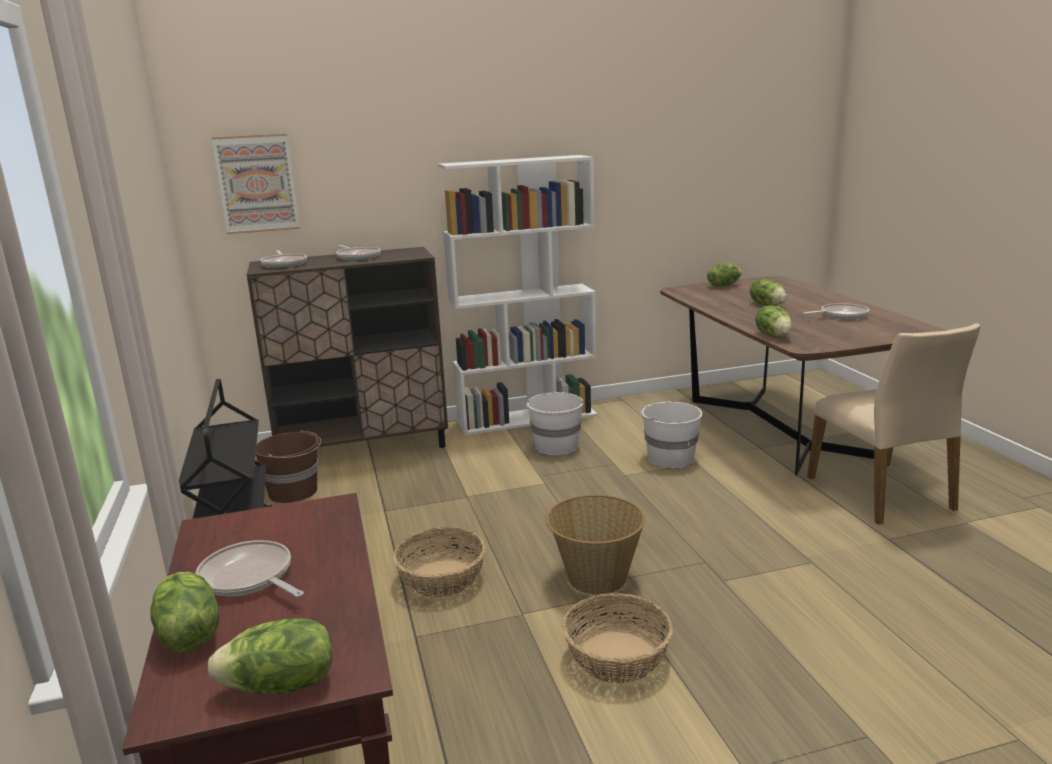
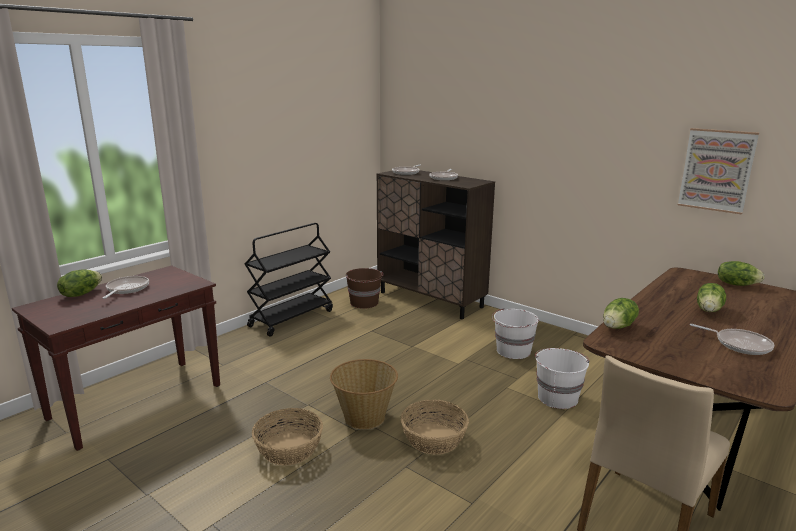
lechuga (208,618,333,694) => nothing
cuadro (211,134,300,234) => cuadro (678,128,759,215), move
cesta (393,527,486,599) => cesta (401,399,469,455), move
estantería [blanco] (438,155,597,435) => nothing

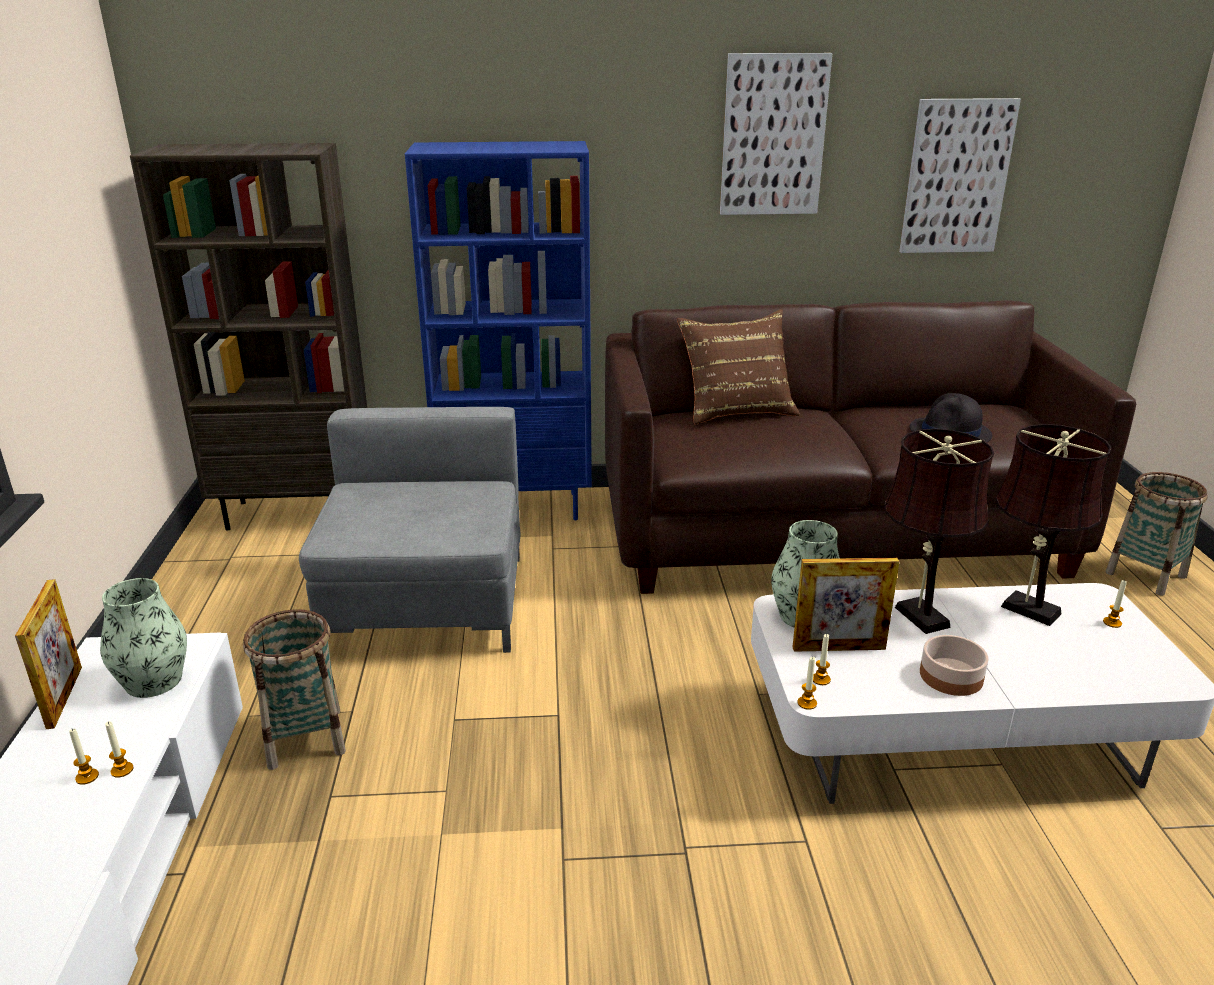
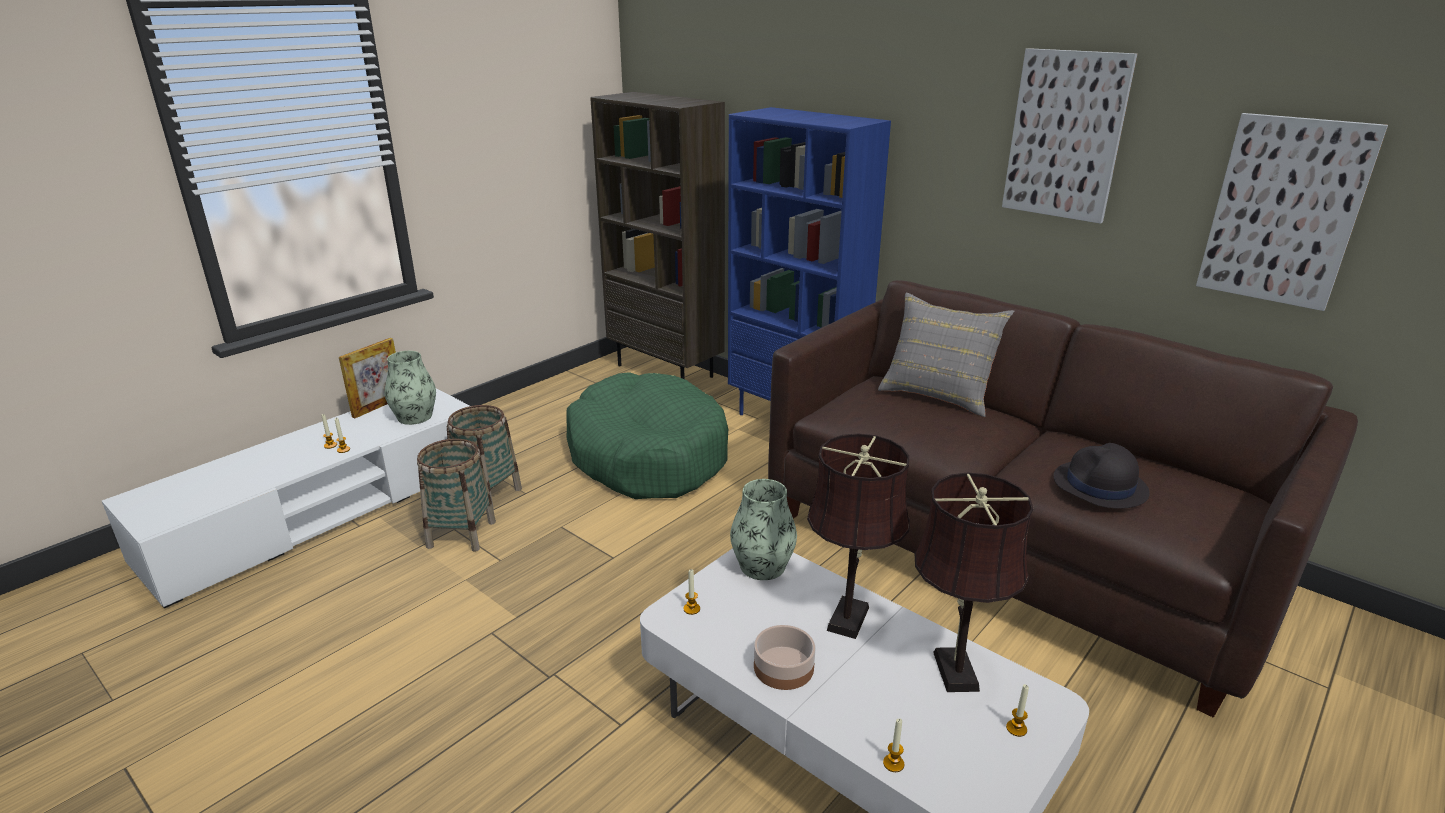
sillón [gris] (299,407,521,653) => cama para perro [verde] (567,372,728,499)
cojín [marrón] (677,309,800,425) => cojín [gris] (878,293,1014,417)
portarretratos (793,558,900,652) => nothing
vela (797,656,817,710) => vela (883,718,904,772), move
cesta (1105,472,1207,596) => cesta (417,439,496,552), move

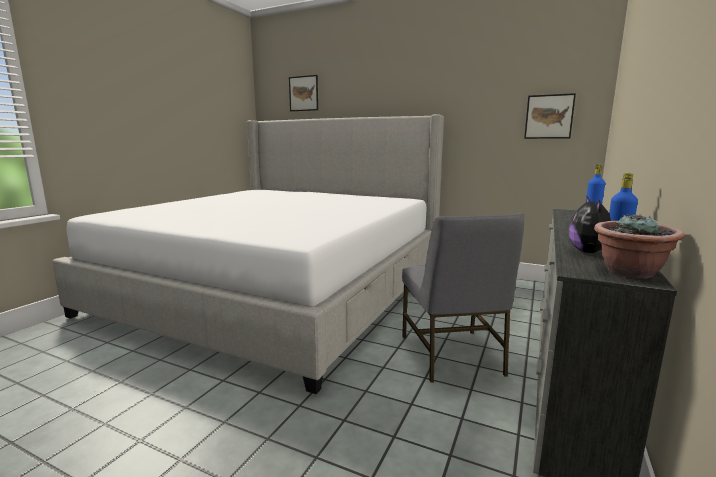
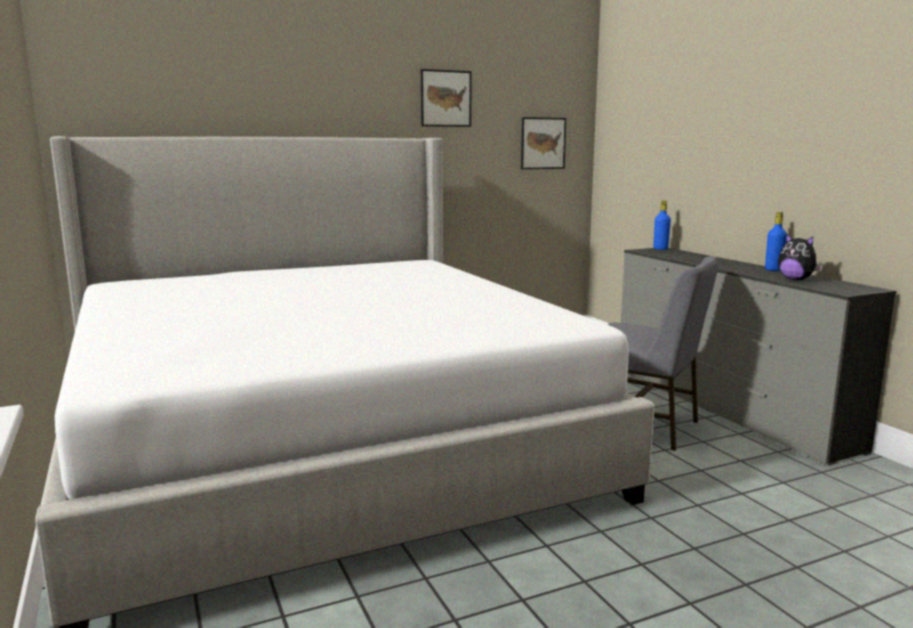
cuadro (289,75,318,111) => cuadro (421,69,471,127), move
planta en maceta (594,214,685,278) => nothing

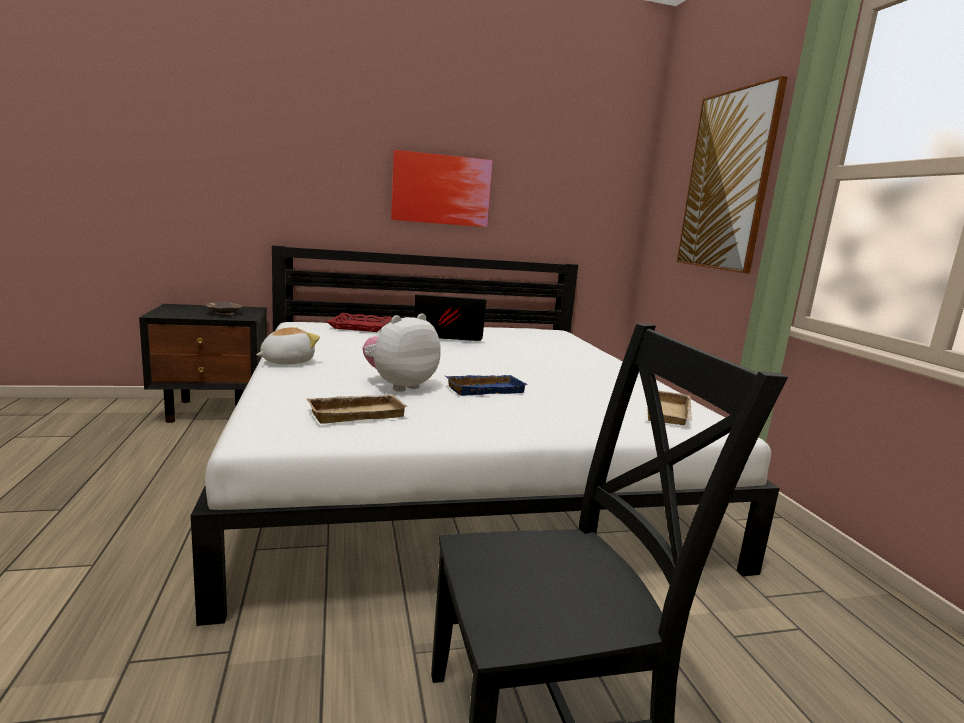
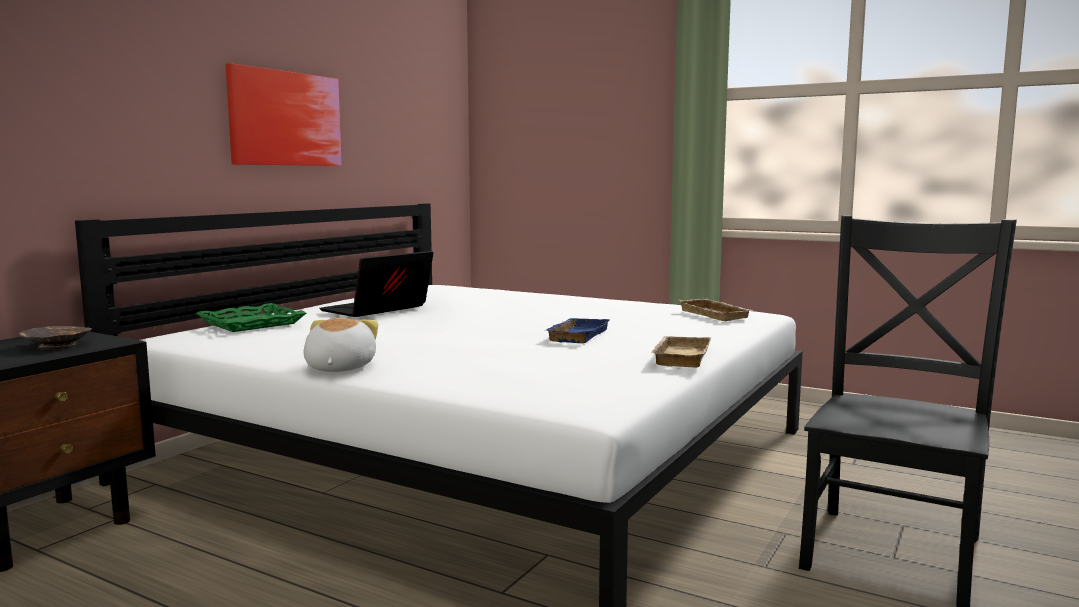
bandeja [beis] (306,394,407,424) => bandeja [beis] (651,336,711,367), move
bandeja [rojo] (327,313,392,332) => bandeja [verde] (196,303,306,332)
peluche (362,313,440,392) => nothing
cuadro (677,76,788,274) => nothing

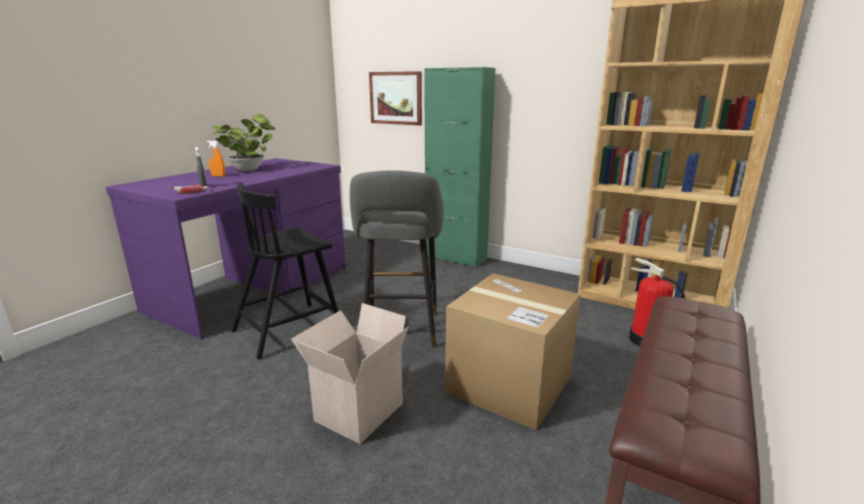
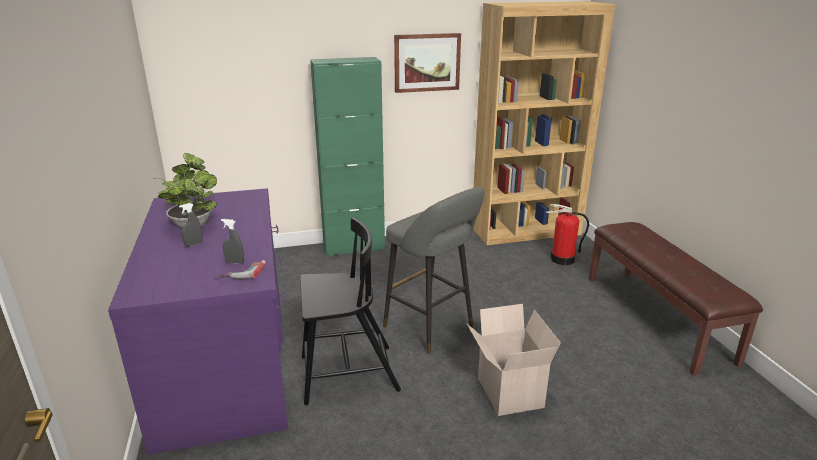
pulverizador [naranja] (207,141,225,177) => pulverizador [gris] (179,203,203,247)
silla [negro] (231,182,338,360) => silla [negro] (300,218,401,405), 105 degrees counterclockwise
cuadro (369,71,422,125) => cuadro (394,33,461,93), move
caja de cartón (445,273,581,430) => nothing

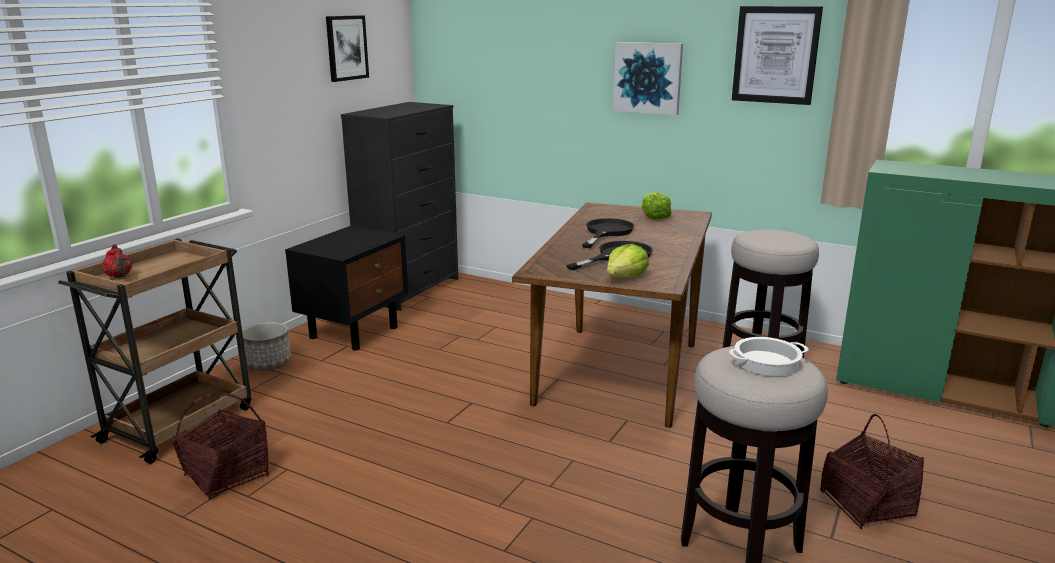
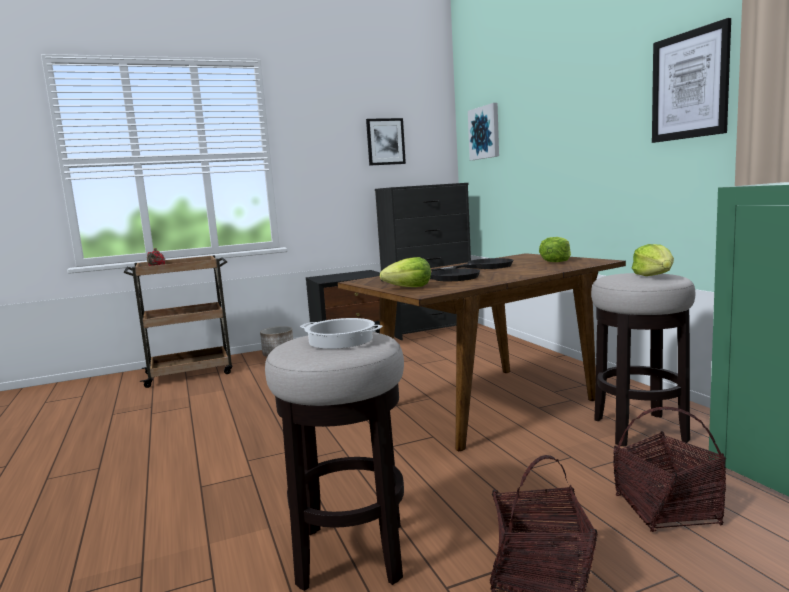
cesta (173,393,269,500) => cesta (613,407,726,532), move
cuadro (613,42,683,115) => cuadro (468,103,499,160), move
nothing => lechuga (632,244,674,276)

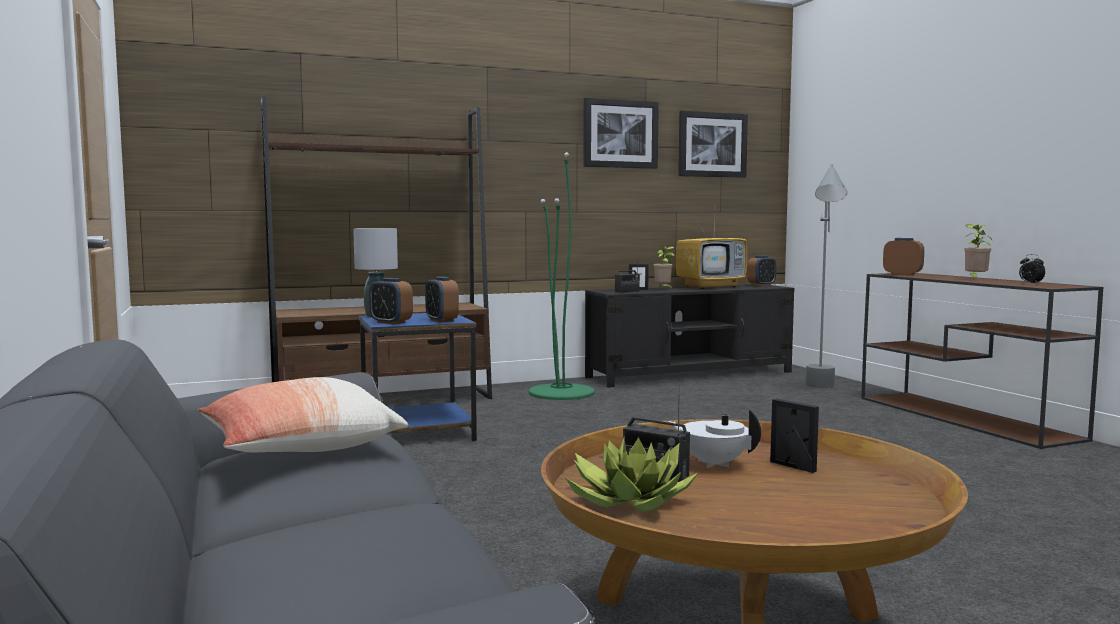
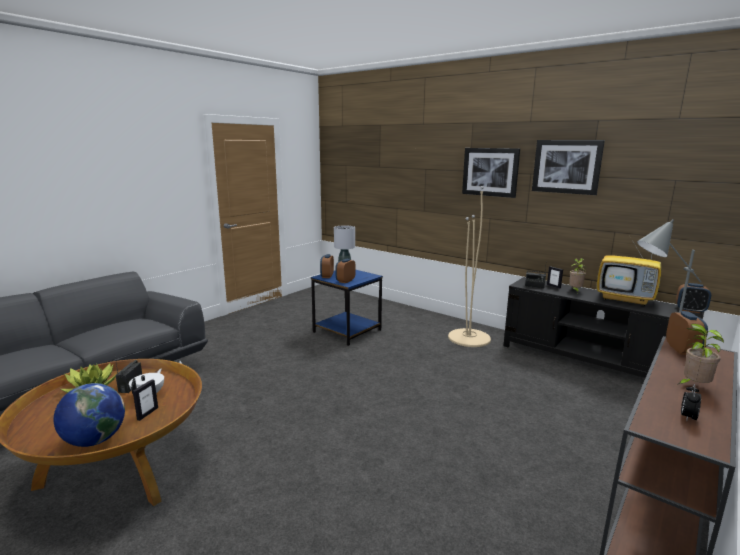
cojín (198,377,408,452) => nothing
estantería [marrón] (261,96,492,399) => nothing
lámpara de pie [verde] (529,152,595,400) => lámpara de pie [beis] (448,186,491,347)
cuadro (678,110,748,178) => cuadro (462,148,520,198), move
nothing => globo terráqueo (54,383,125,447)

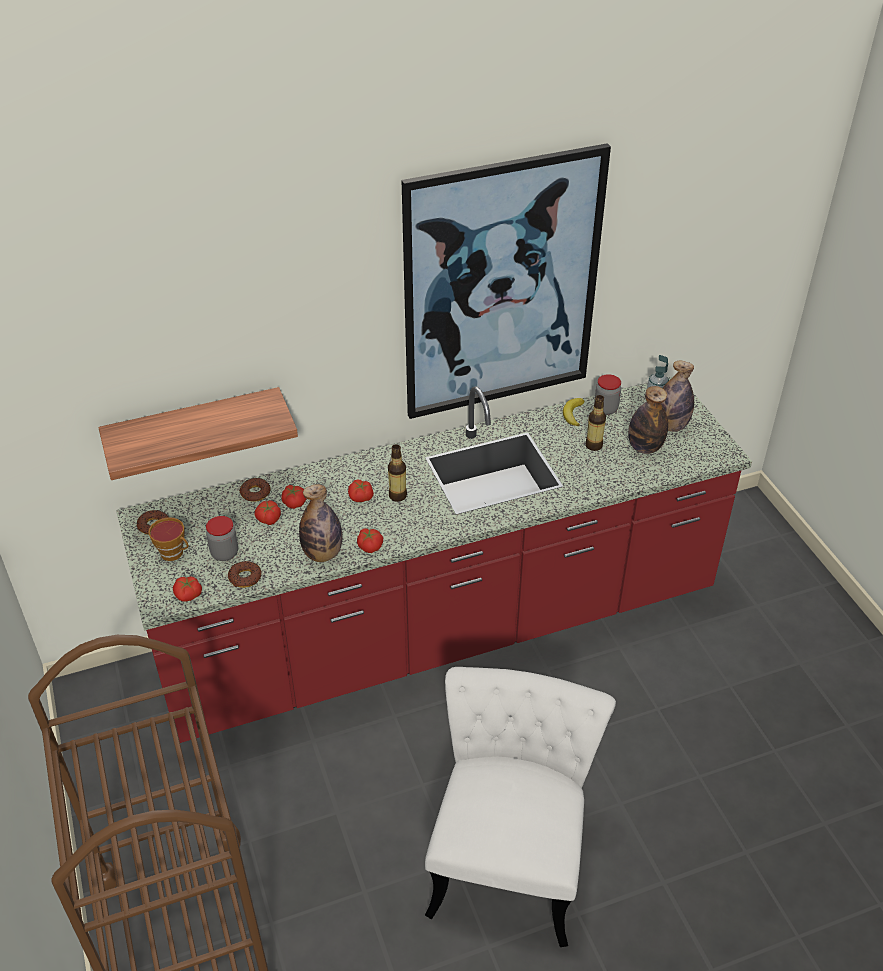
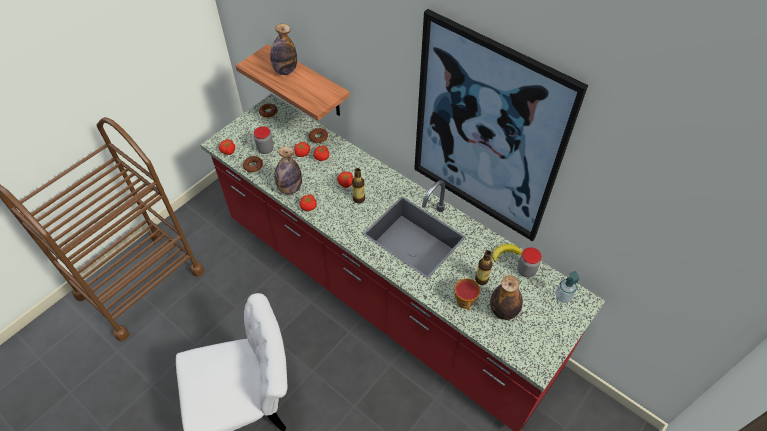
taza (148,517,189,561) => taza (454,278,480,310), move
botella (661,361,694,432) => botella (270,24,297,75), move

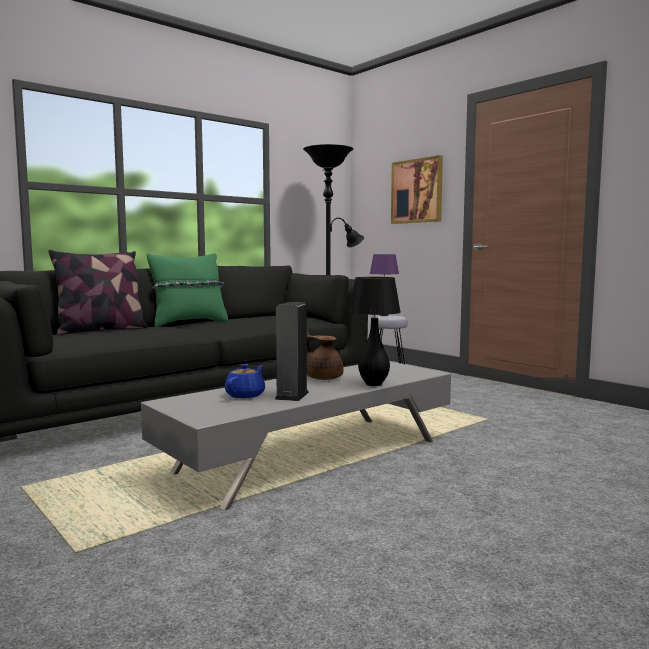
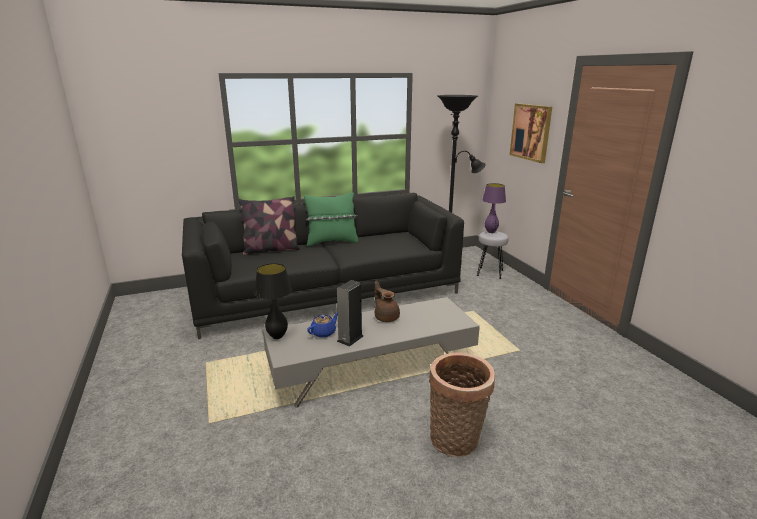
lámpara de mesa [negro] (349,277,401,386) => lámpara de mesa [negro] (254,263,292,339), move
nothing => cesta (429,352,495,457)

